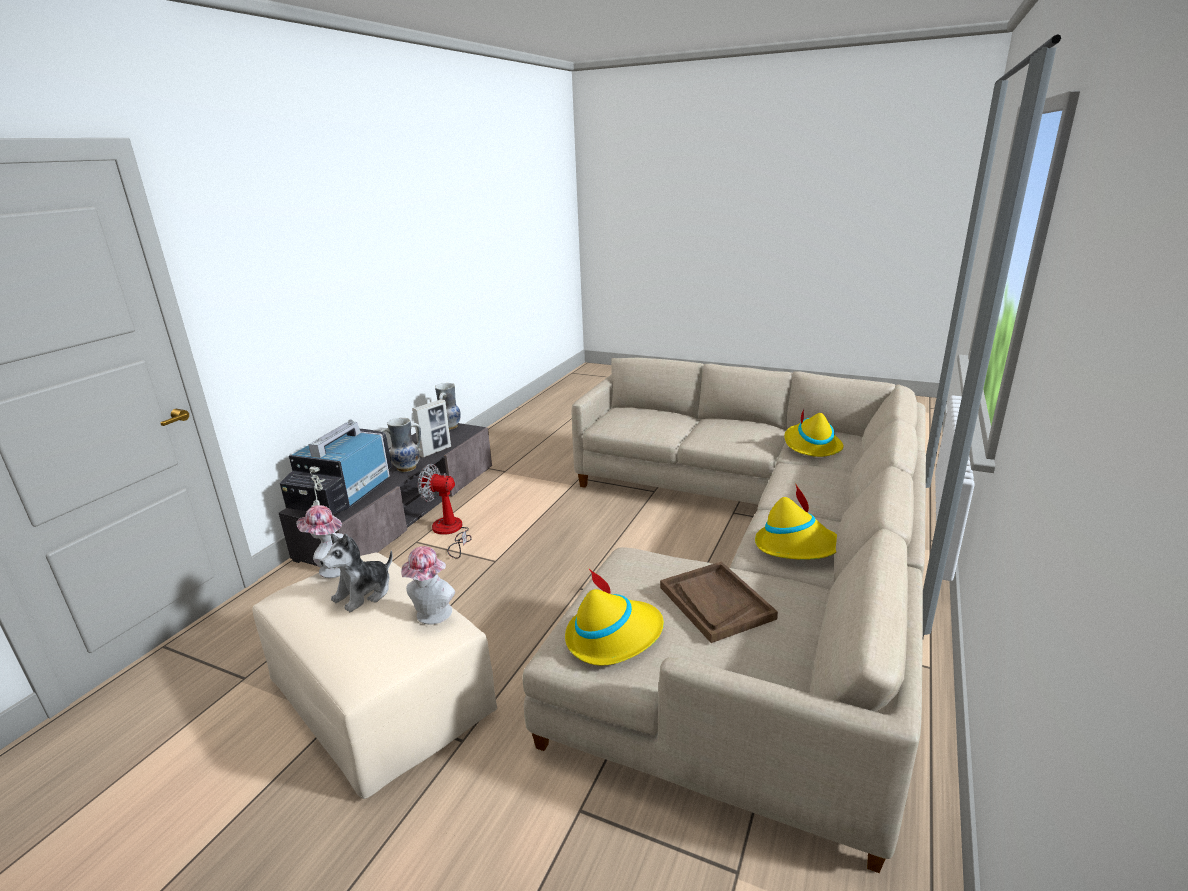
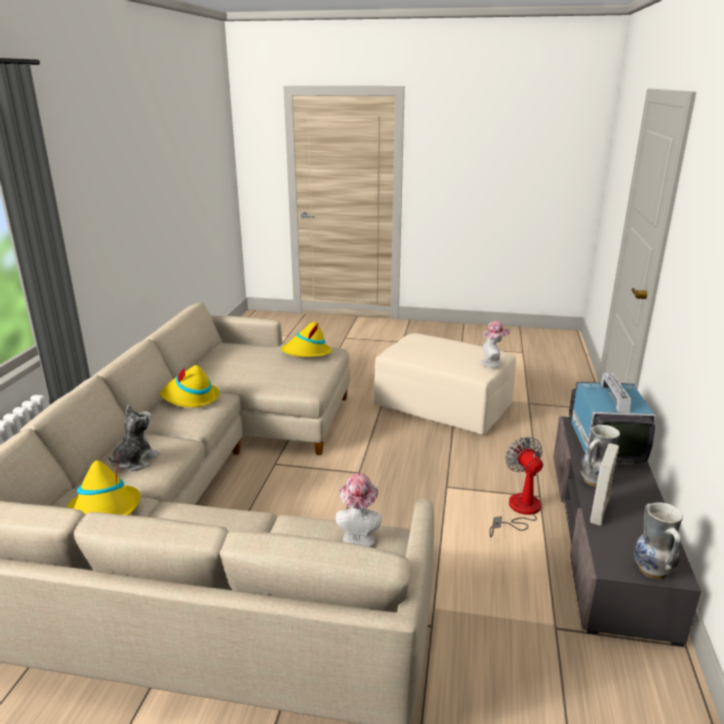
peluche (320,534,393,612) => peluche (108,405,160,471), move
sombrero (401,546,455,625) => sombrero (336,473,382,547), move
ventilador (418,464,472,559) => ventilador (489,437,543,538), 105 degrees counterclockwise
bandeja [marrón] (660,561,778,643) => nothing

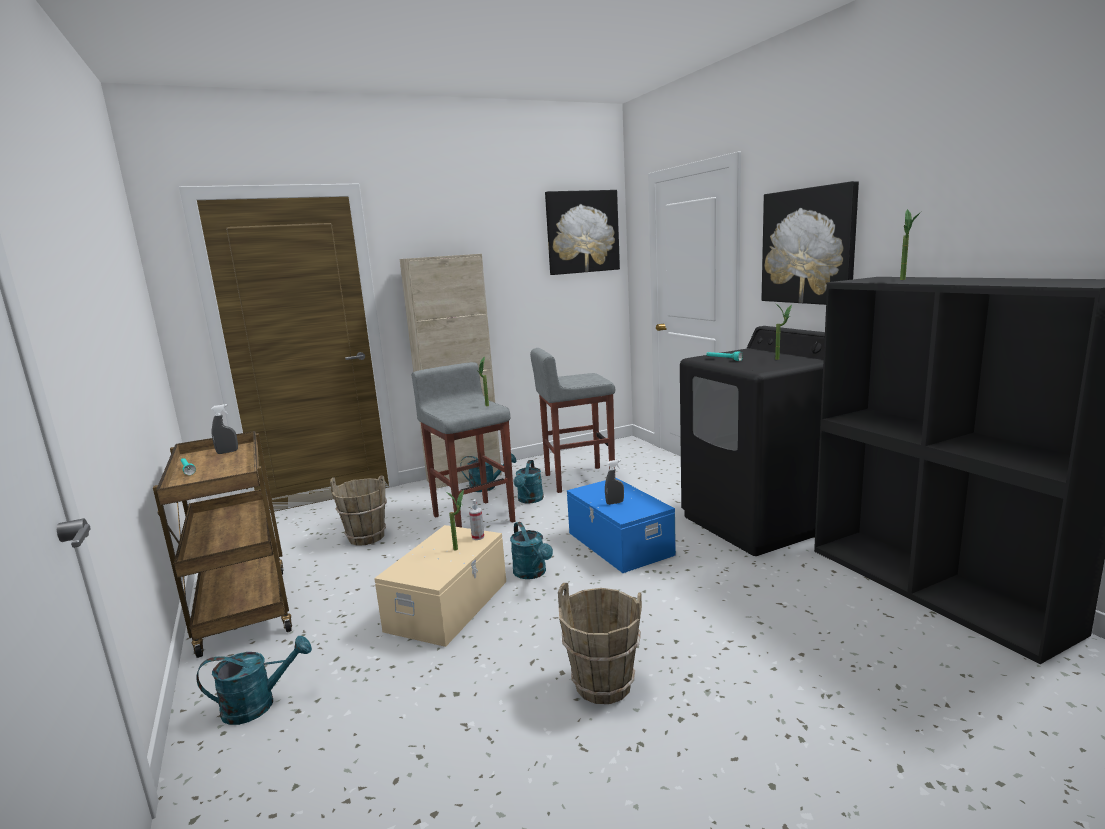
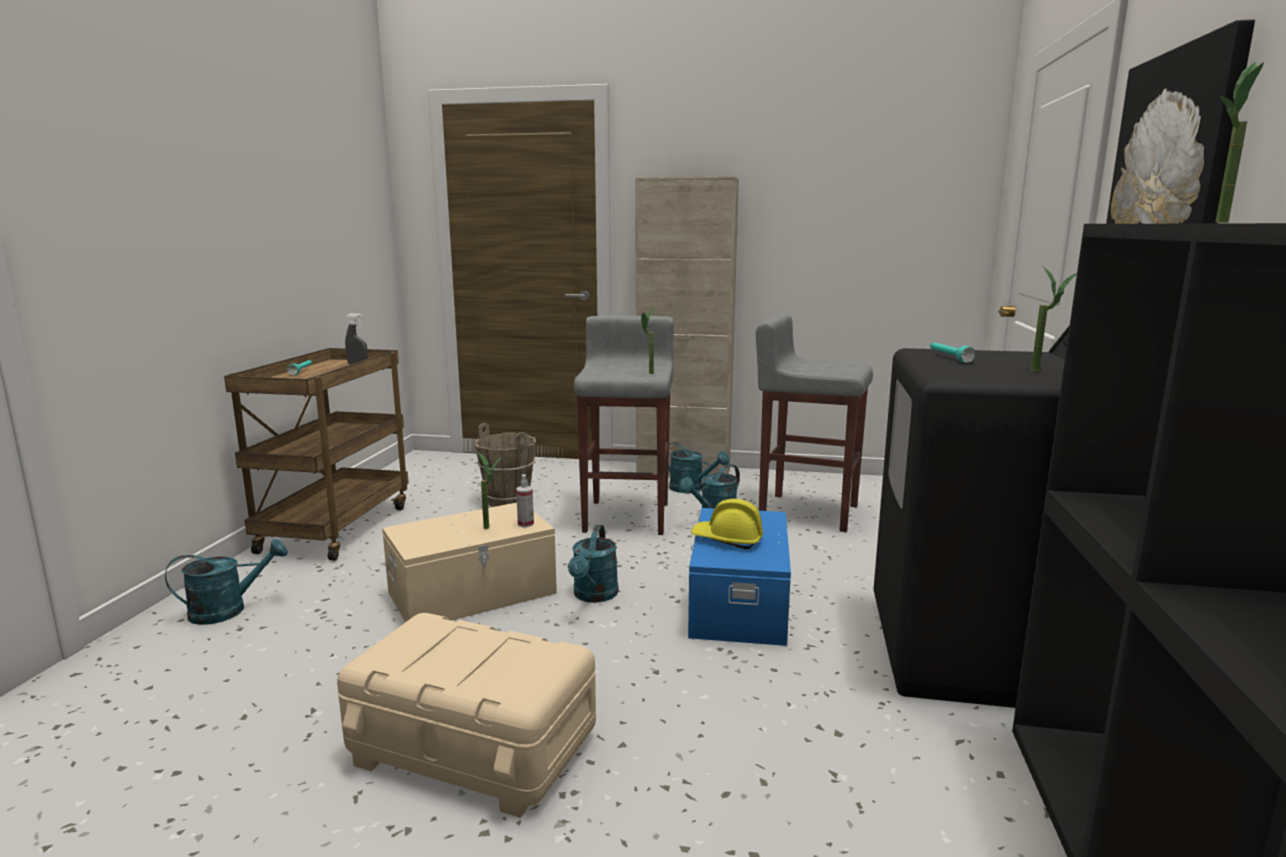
regadera [turquesa] (196,636,312,725) => regadera [turquesa] (165,539,288,625), 45 degrees counterclockwise
cuadro (545,190,620,275) => nothing
cubo [marrón] (558,583,642,704) => caja de almacenaje [beis] (337,613,596,818)
pulverizador [gris] (605,460,624,505) => casco [amarillo] (691,499,763,549)

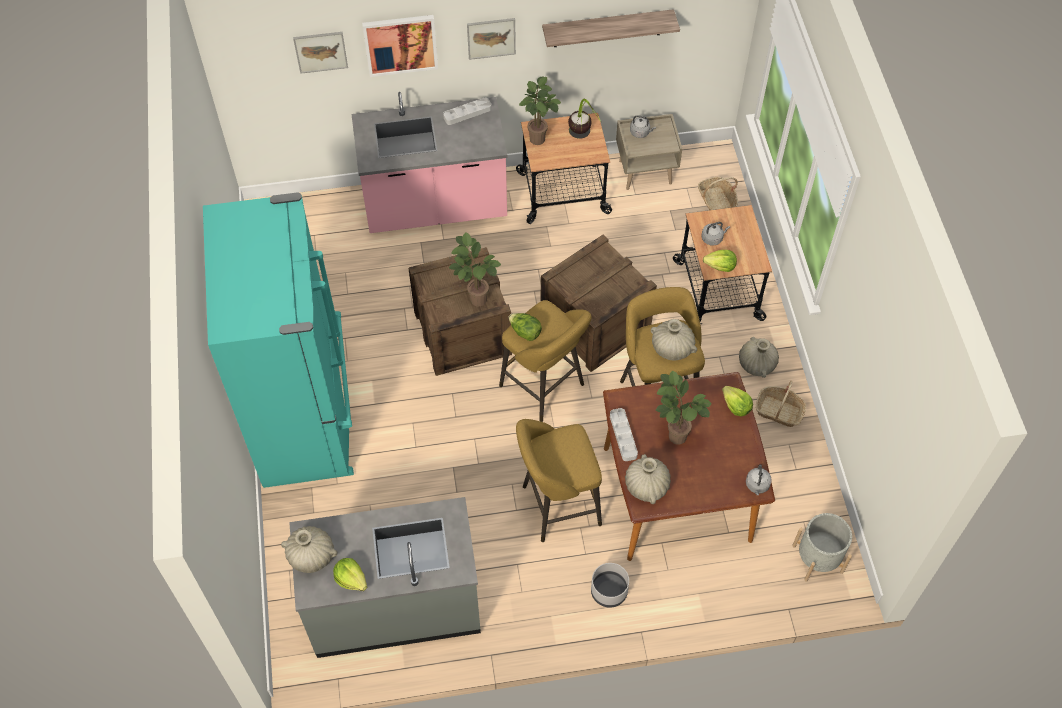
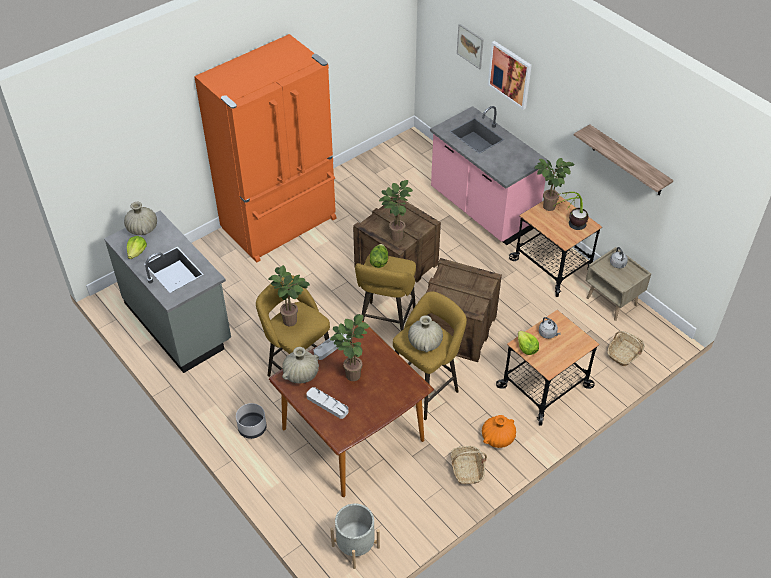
nevera [turquesa] (203,192,354,488) => nevera [naranja] (194,34,337,262)
bandeja [gris] (443,98,491,125) => bandeja [gris] (306,387,348,419), move
cuadro (467,18,516,60) => nothing
lechuga (722,386,753,416) => nothing
florero [beis] (739,337,779,378) => florero [naranja] (482,415,516,448)
hervidor [gris] (746,464,772,495) => nothing
nothing => planta en maceta (268,265,310,326)

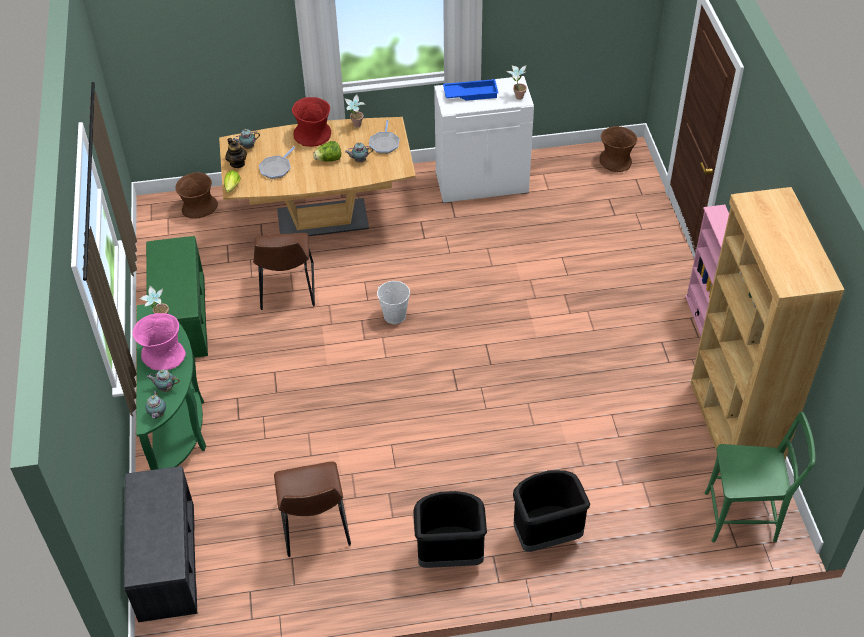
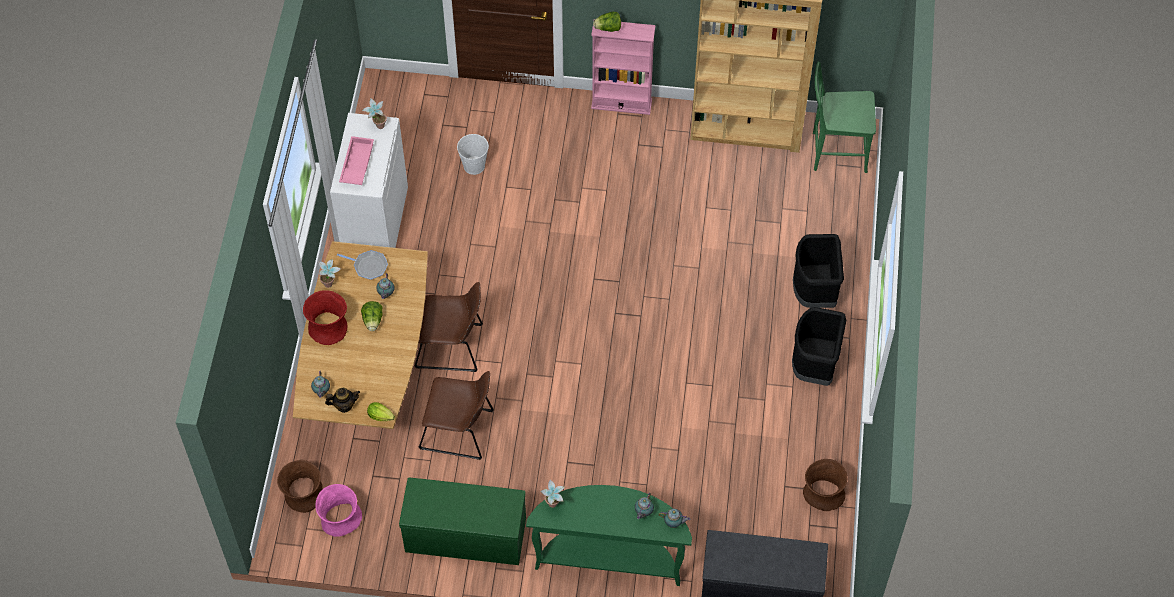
florero [rosa] (133,313,186,370) => florero [rosa] (315,484,362,537), move
sartén (259,146,295,179) => nothing
silla [marrón] (274,462,351,557) => silla [marrón] (414,282,483,372), move
cubo [blanco] (377,281,410,324) => cubo [blanco] (457,134,489,175), move
bandeja [azul] (443,79,498,101) => bandeja [rosa] (339,136,374,185)
florero [marrón] (599,126,638,172) => florero [marrón] (803,459,847,511), move
silla [verde] (704,412,815,542) => silla [verde] (813,62,876,173), 105 degrees counterclockwise
nothing => lechuga (593,12,621,32)

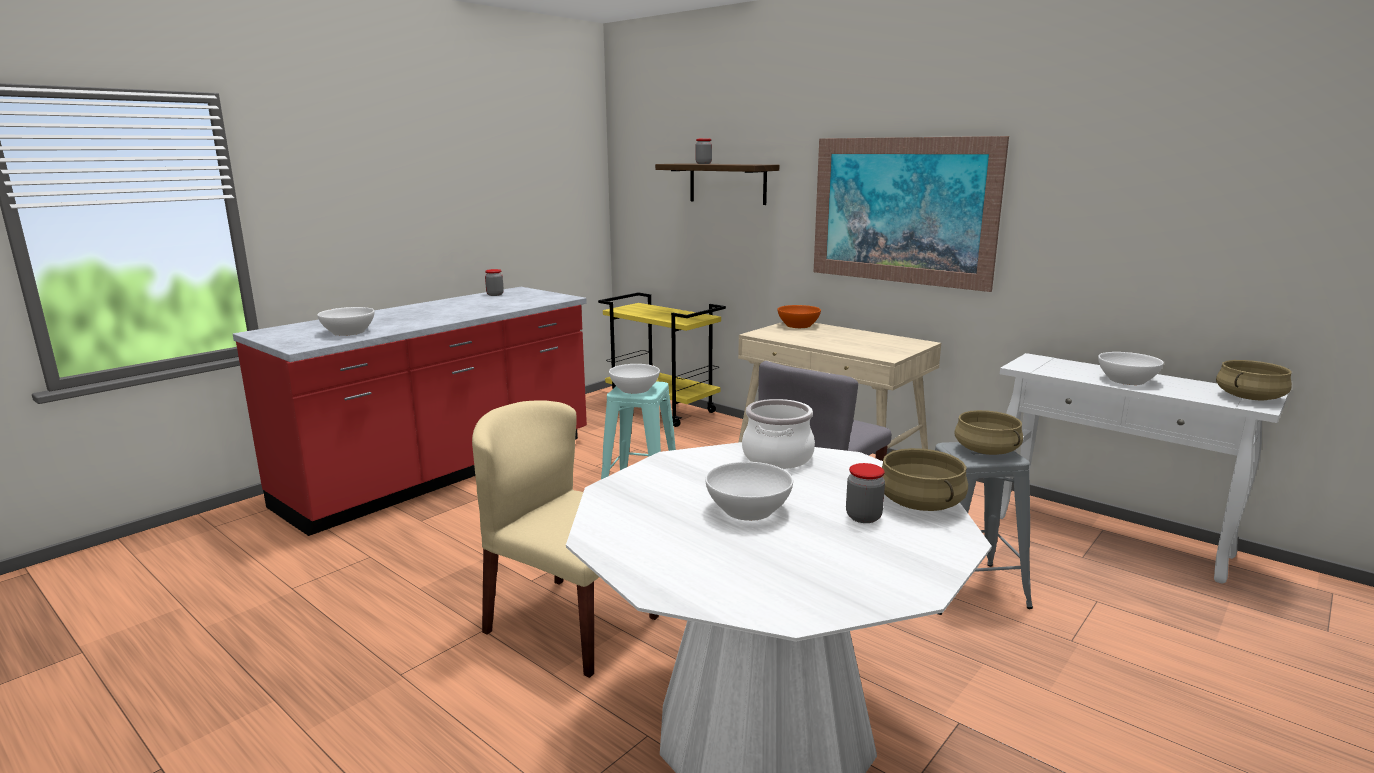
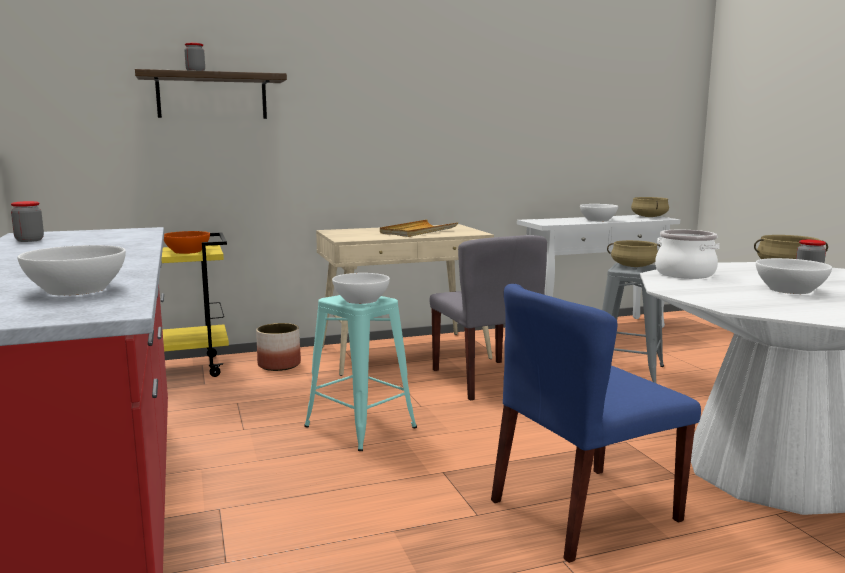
silla [beis] (472,400,659,678) => silla [azul] (491,284,701,563)
cuenco [naranja] (778,305,821,328) => cuenco [naranja] (164,231,210,254), move
cuadro (814,136,1009,292) => nothing
nothing => maceta (256,323,301,371)
nothing => bandeja [beis] (380,220,458,237)

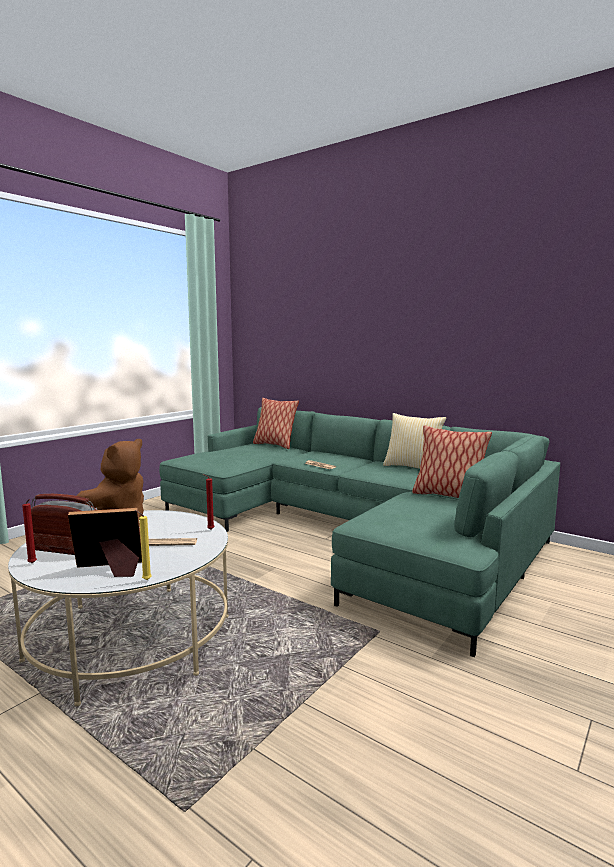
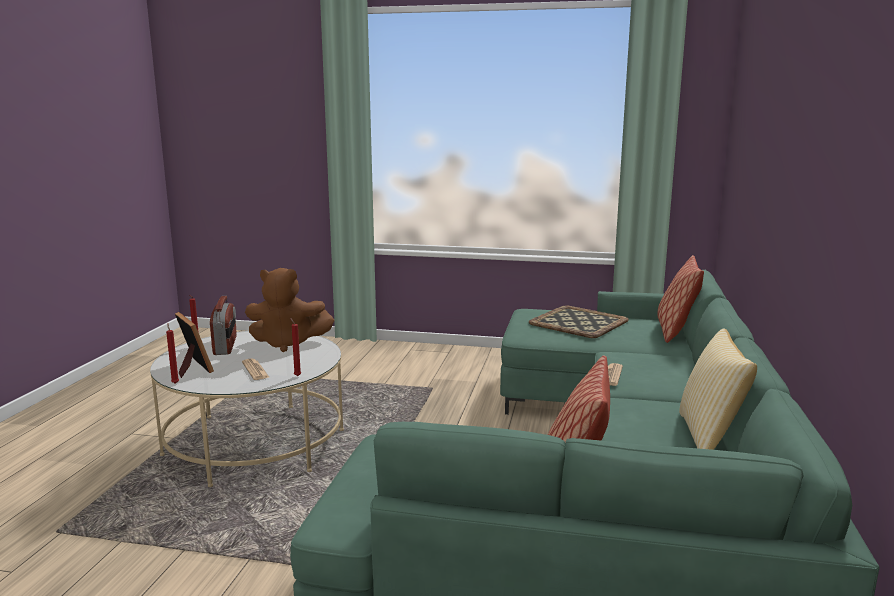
vela [amarillo] (135,510,152,580) => vela [rojo] (166,324,179,384)
nothing => bandeja (529,306,629,338)

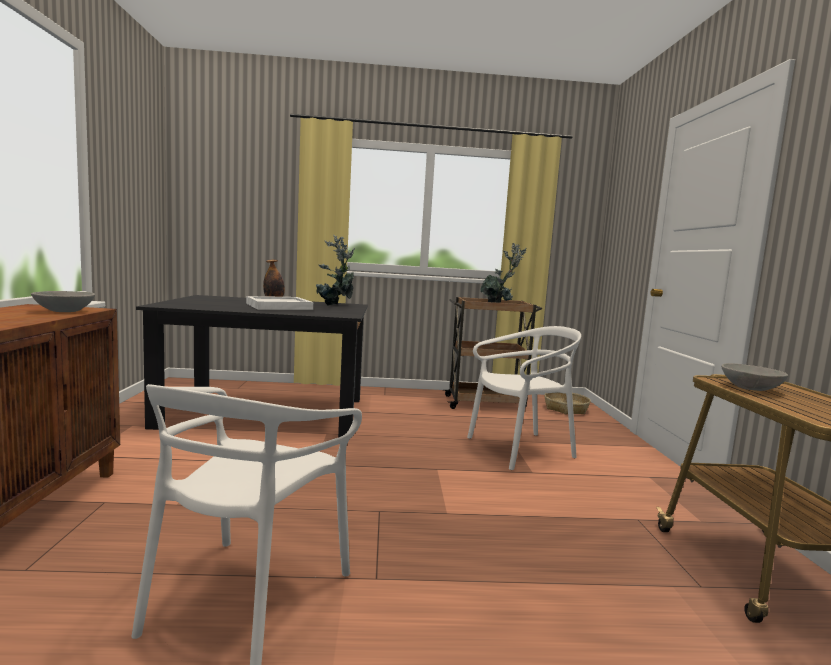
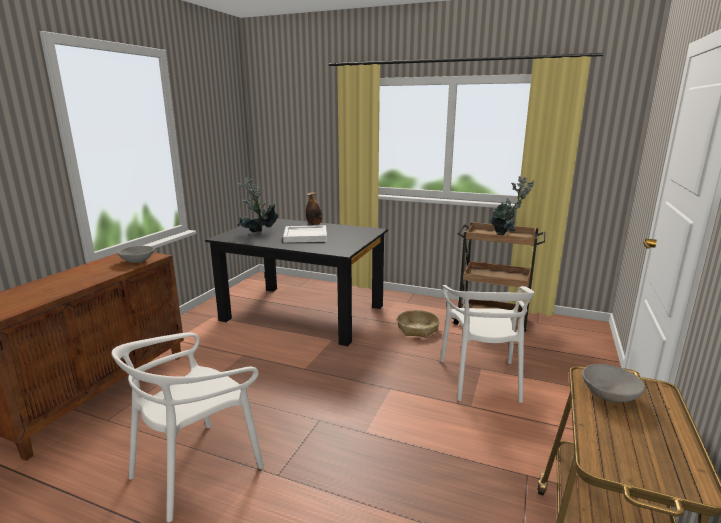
planta en maceta (316,234,355,306) => planta en maceta (236,177,278,232), move
silla [blanco] (467,326,581,470) => silla [blanco] (440,285,535,403), 90 degrees clockwise
cesta (544,392,591,415) => cesta (397,310,440,338), move

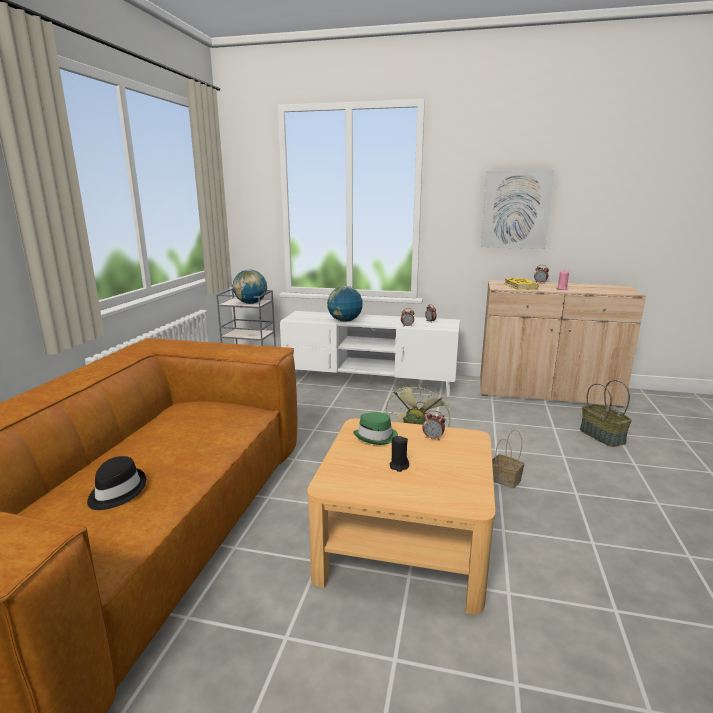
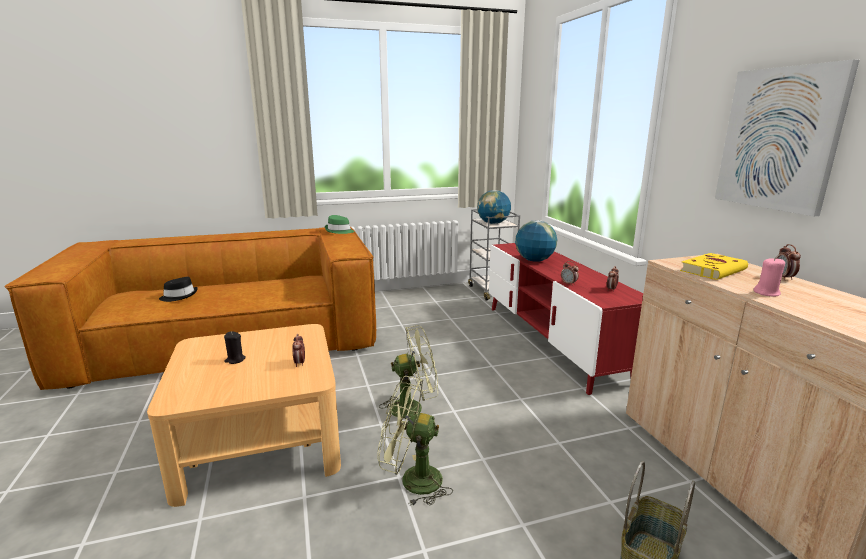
mueble de televisión [blanco] (280,311,460,397) => mueble de televisión [rojo] (489,243,643,395)
sombrero [verde] (353,412,398,445) => sombrero [verde] (325,215,355,234), move
cesta (492,430,524,489) => ventilador [verde] (377,376,453,506)

